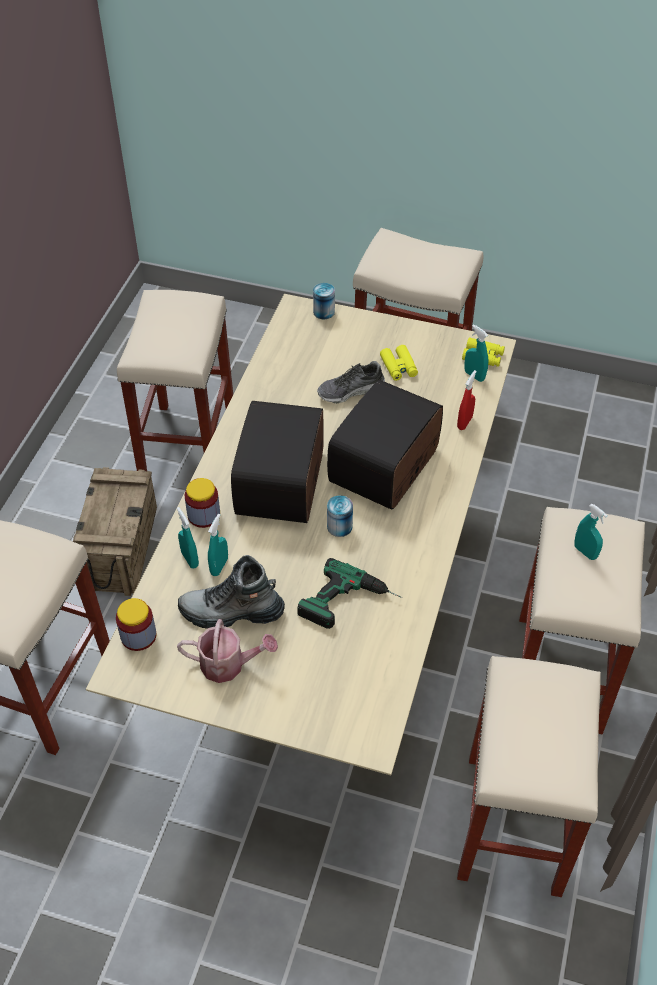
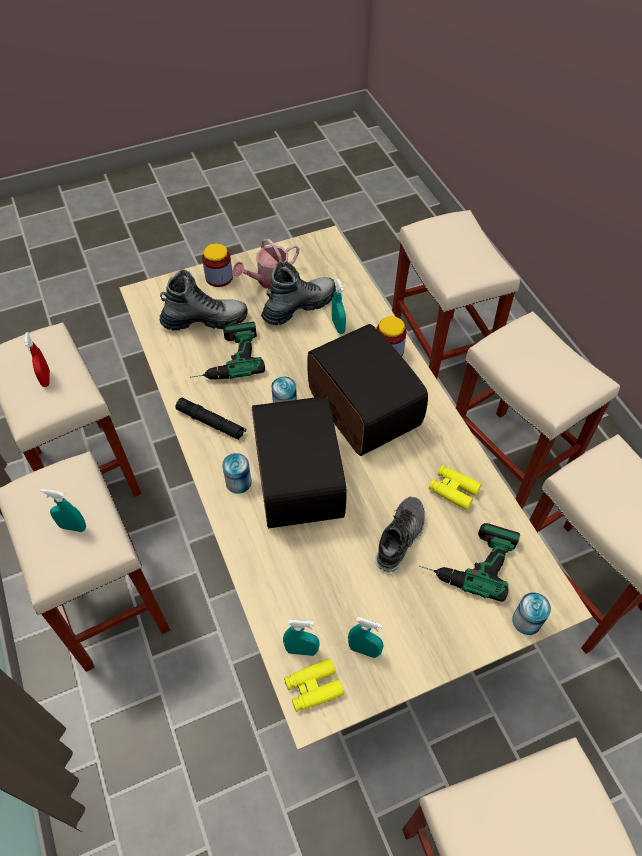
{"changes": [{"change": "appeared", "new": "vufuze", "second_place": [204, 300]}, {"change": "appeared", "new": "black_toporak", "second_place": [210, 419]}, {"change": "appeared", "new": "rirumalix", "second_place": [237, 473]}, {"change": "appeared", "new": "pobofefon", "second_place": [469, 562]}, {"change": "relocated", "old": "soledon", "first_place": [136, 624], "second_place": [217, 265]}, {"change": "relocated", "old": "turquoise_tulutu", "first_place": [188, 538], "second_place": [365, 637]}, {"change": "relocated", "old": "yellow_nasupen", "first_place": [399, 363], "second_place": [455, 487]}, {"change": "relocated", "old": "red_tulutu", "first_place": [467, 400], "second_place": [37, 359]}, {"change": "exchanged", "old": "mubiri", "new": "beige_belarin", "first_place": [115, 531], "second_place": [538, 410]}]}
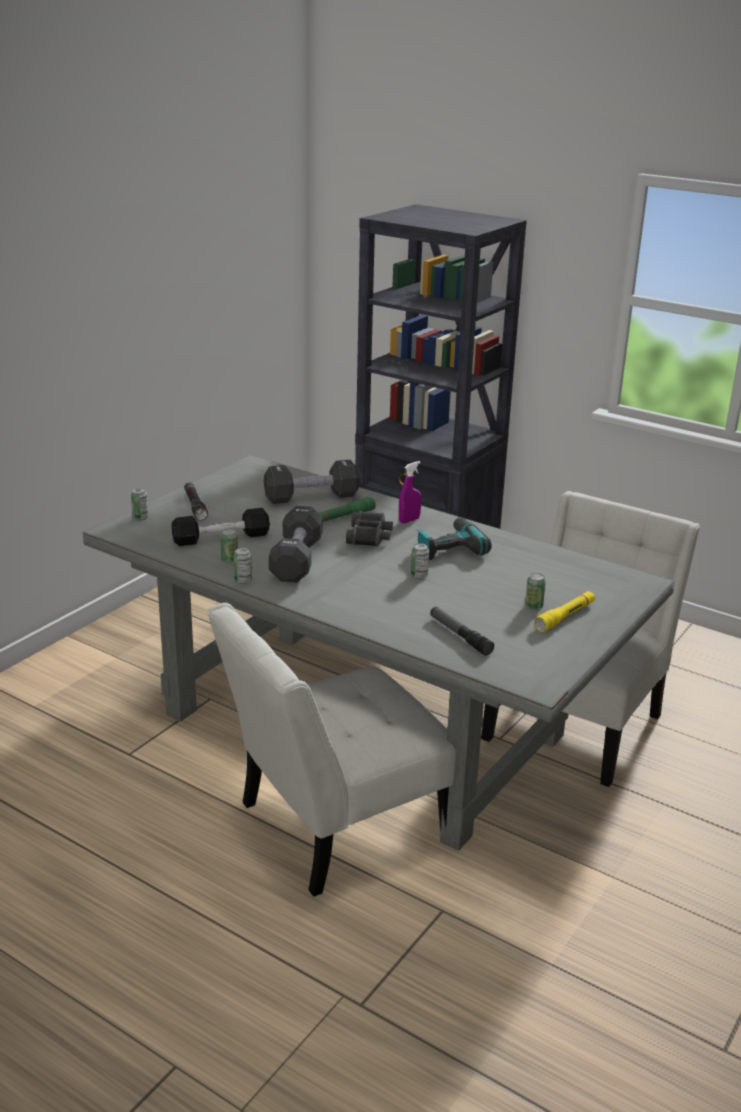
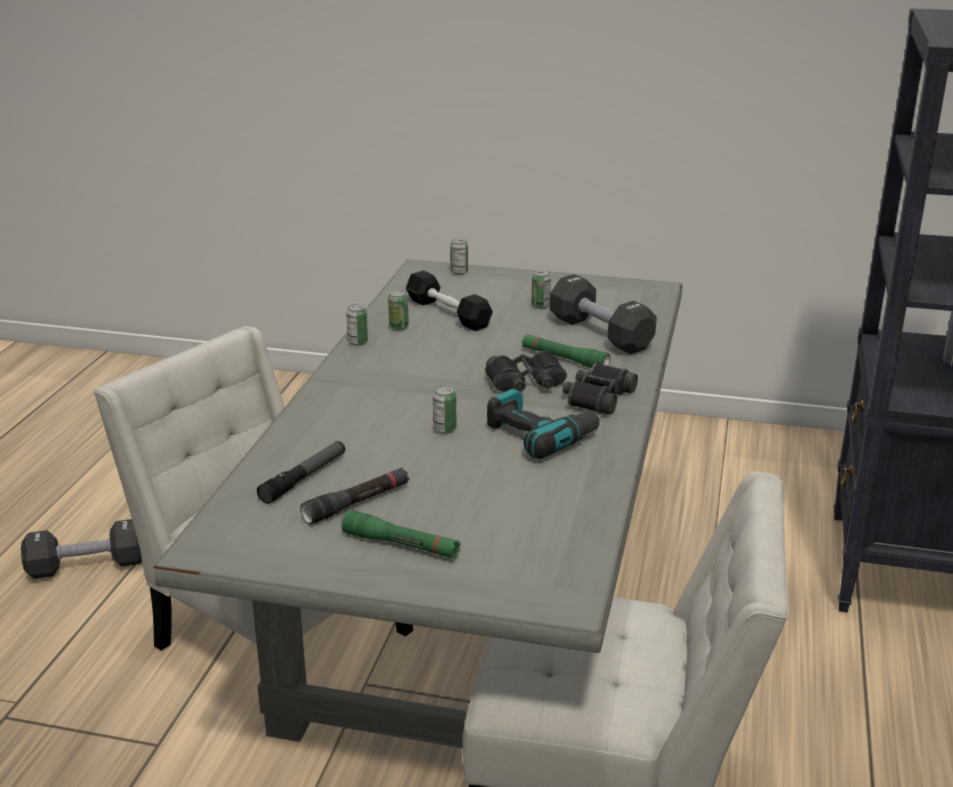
{"changes": [{"change": "relocated", "old": "black_toporak", "first_place": [196, 502], "second_place": [355, 495]}, {"change": "relocated", "old": "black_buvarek", "first_place": [296, 544], "second_place": [81, 549]}, {"change": "relocated", "old": "rirumalix", "first_place": [535, 591], "second_place": [541, 289]}, {"change": "exchanged", "old": "purple_tulutu", "new": "black_nasupen", "first_place": [410, 492], "second_place": [600, 388]}, {"change": "colour", "old": "yellow_toporak", "new": "green_toporak", "first_place": [564, 611], "second_place": [401, 534]}]}
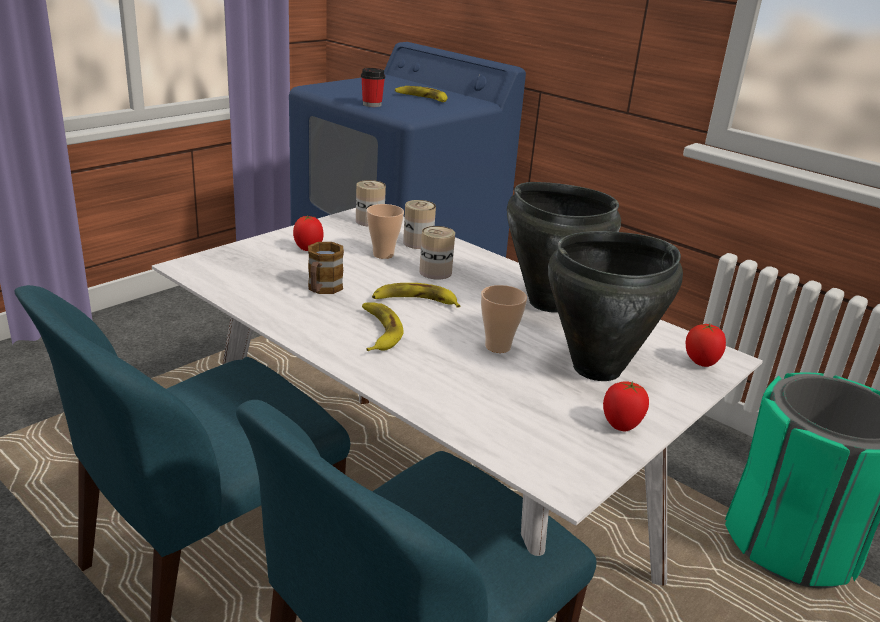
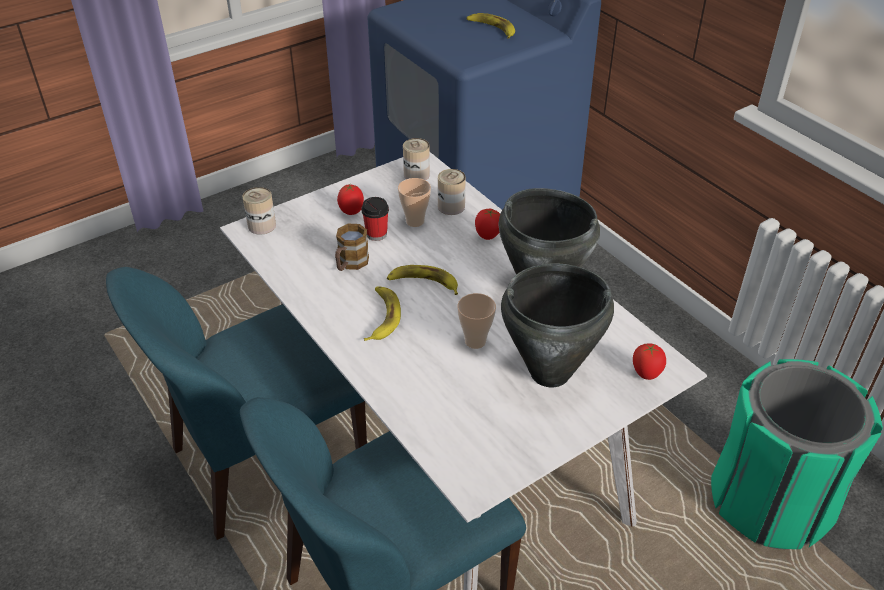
{"changes": [{"change": "relocated", "old": "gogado", "first_place": [373, 87], "second_place": [375, 219]}, {"change": "relocated", "old": "rirumalix", "first_place": [437, 252], "second_place": [259, 211]}, {"change": "relocated", "old": "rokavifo", "first_place": [626, 406], "second_place": [487, 224]}]}
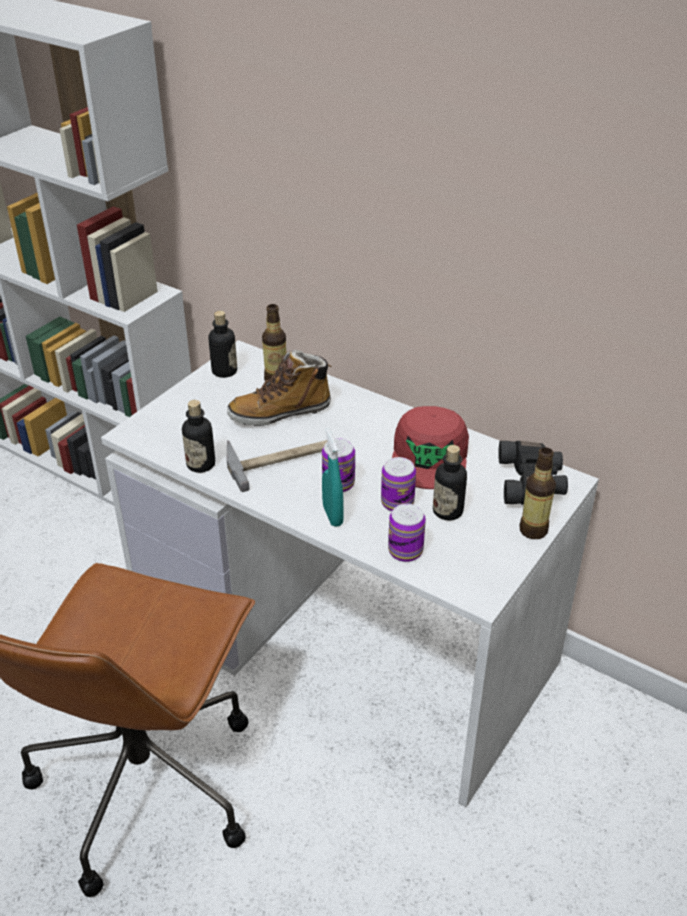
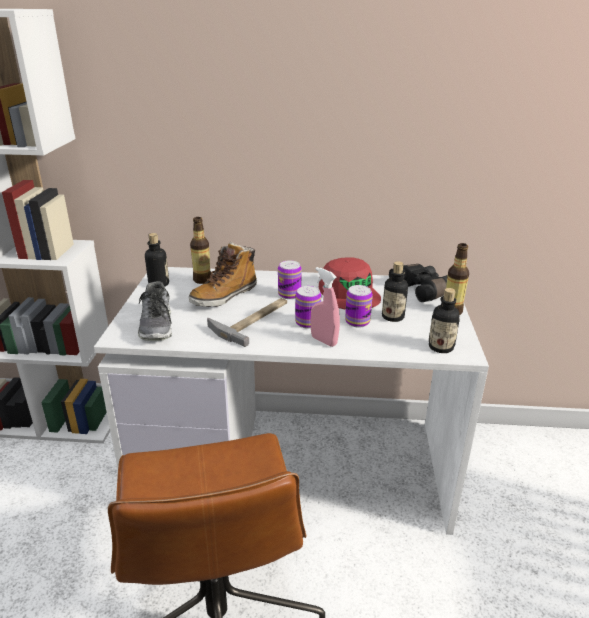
{"changes": [{"change": "appeared", "new": "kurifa", "second_place": [155, 311]}, {"change": "relocated", "old": "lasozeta", "first_place": [198, 436], "second_place": [444, 320]}, {"change": "relocated", "old": "rirumalix", "first_place": [407, 533], "second_place": [290, 279]}, {"change": "colour", "old": "turquoise_tulutu", "new": "pink_tulutu", "first_place": [333, 477], "second_place": [325, 307]}]}
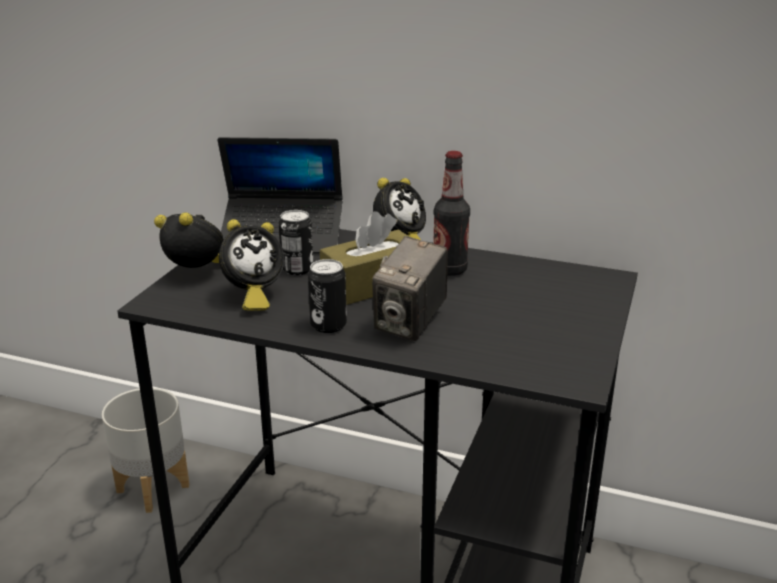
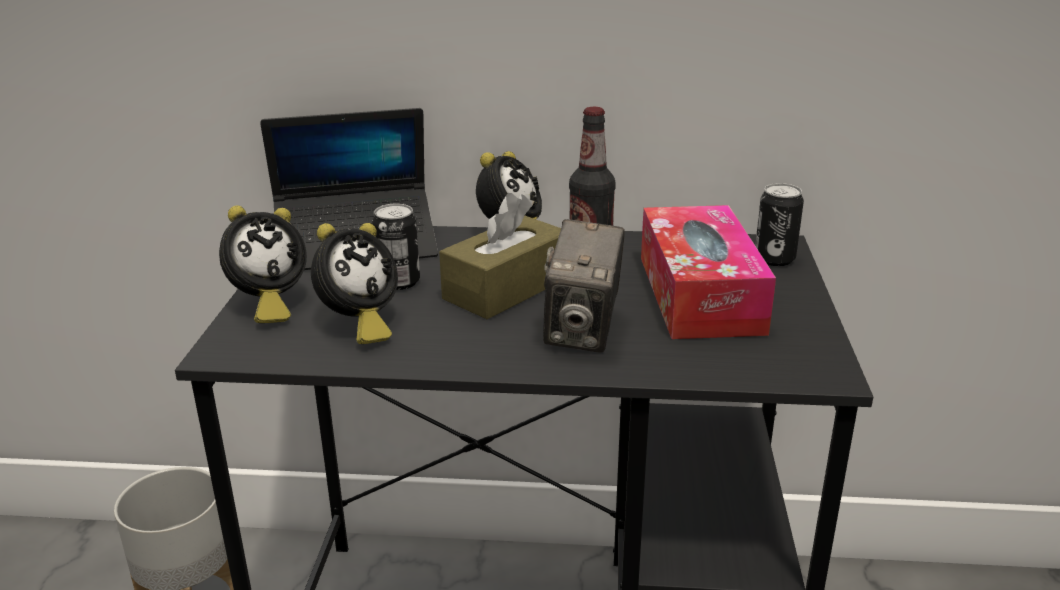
{"changes": [{"change": "appeared", "new": "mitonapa", "second_place": [708, 272]}, {"change": "relocated", "old": "rirumalix", "first_place": [327, 296], "second_place": [779, 224]}, {"change": "spun", "old": "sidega", "first_place": [189, 240], "second_place": [263, 264], "degrees": 135}]}
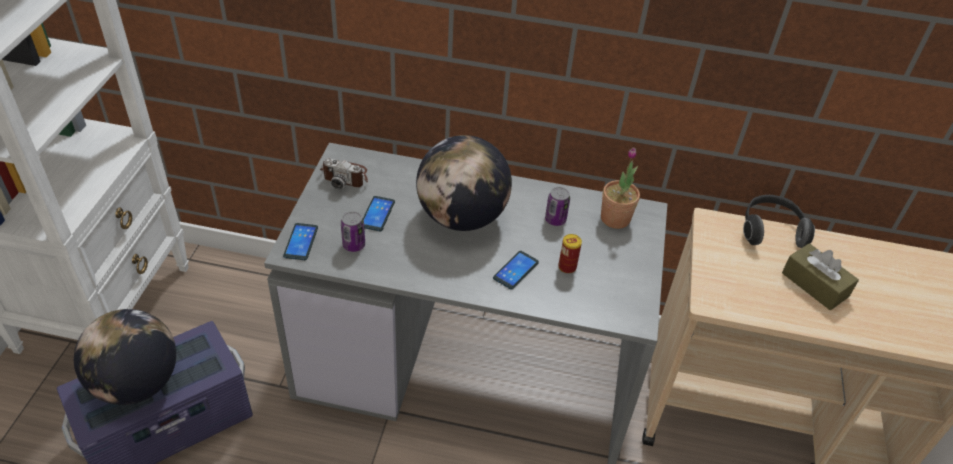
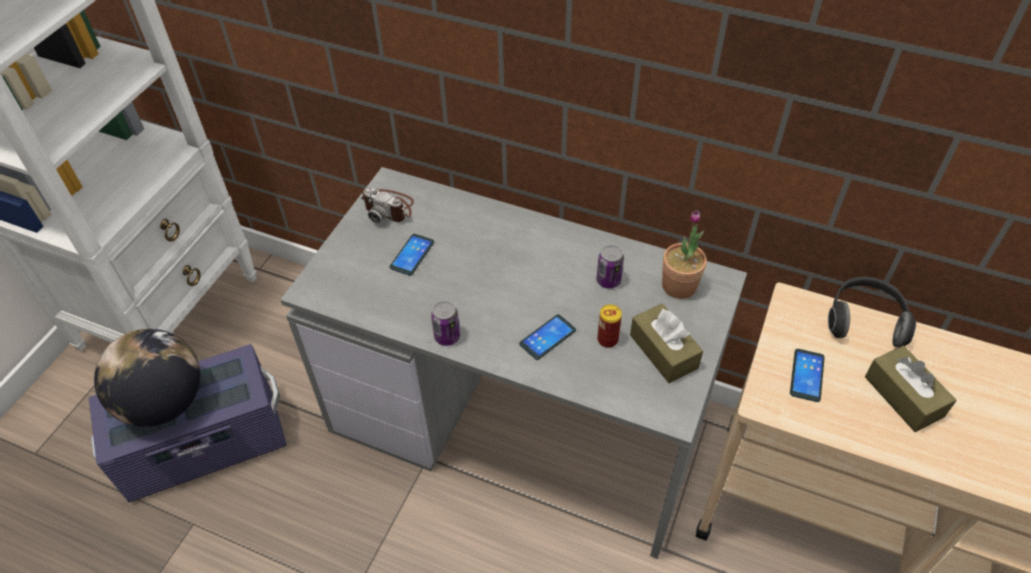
{"changes": [{"change": "missing", "old": "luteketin", "first_place": [464, 183]}, {"change": "appeared", "new": "brown_mitonapa", "second_place": [666, 343]}, {"change": "relocated", "old": "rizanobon", "first_place": [300, 241], "second_place": [807, 375]}, {"change": "relocated", "old": "rirumalix", "first_place": [353, 231], "second_place": [445, 323]}]}
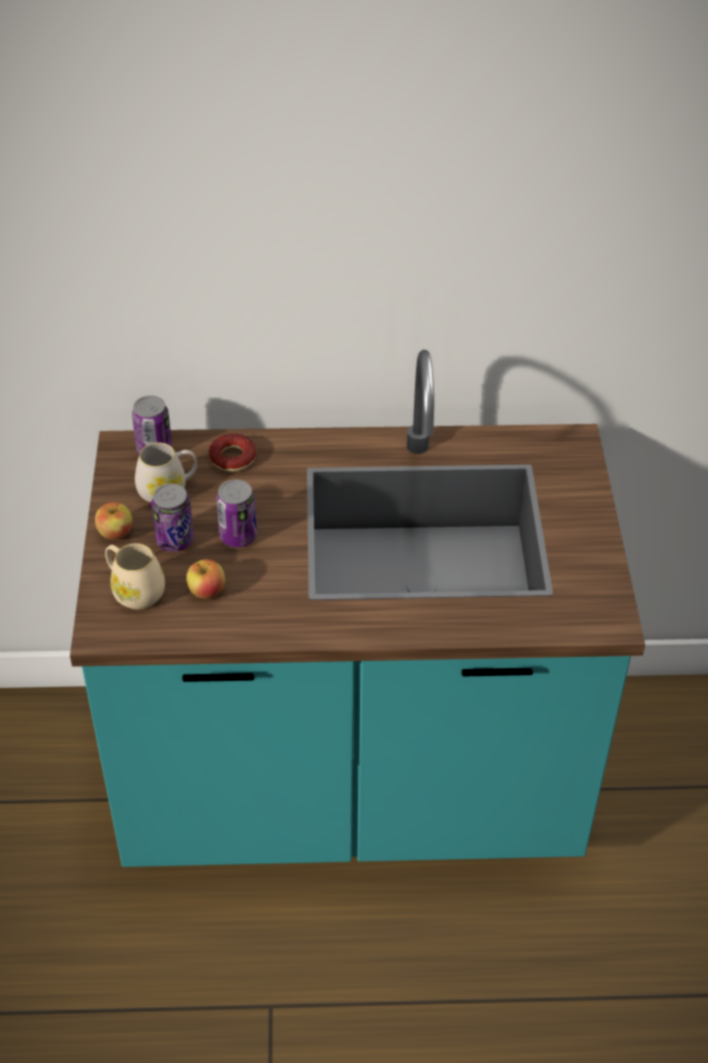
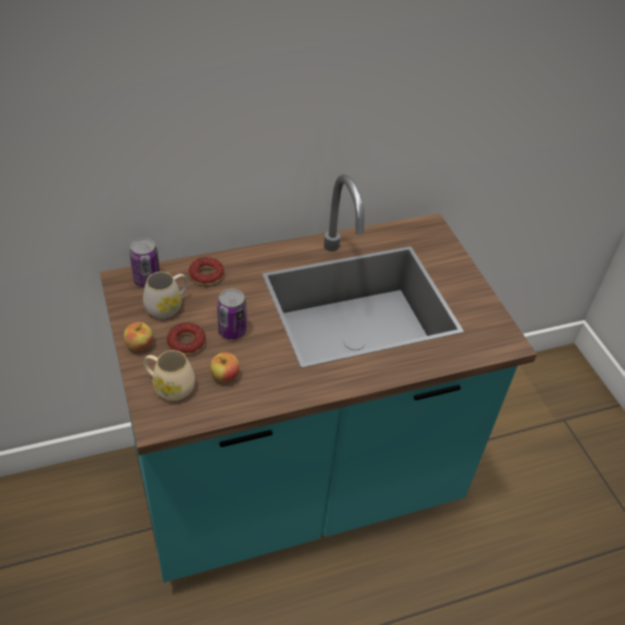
{"changes": [{"change": "exchanged", "old": "rirumalix", "new": "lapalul", "first_place": [172, 517], "second_place": [186, 339]}]}
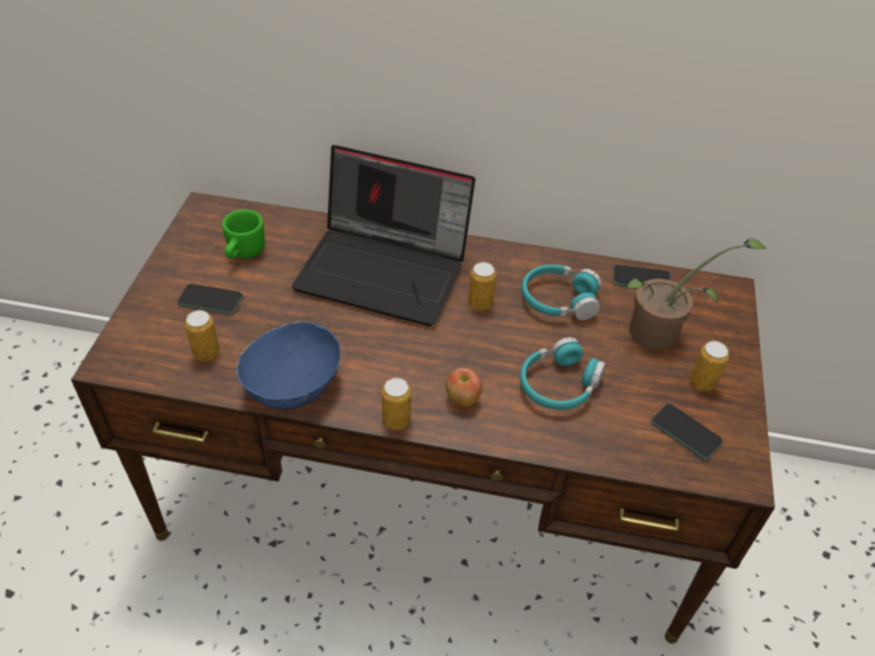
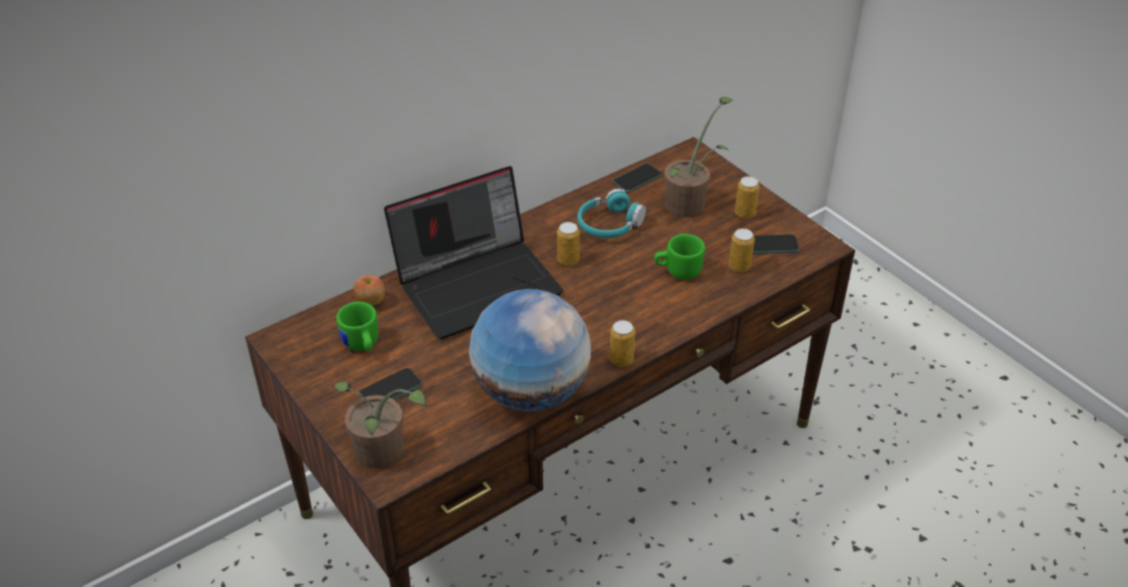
{"changes": [{"change": "appeared", "new": "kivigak", "second_place": [380, 425]}, {"change": "relocated", "old": "rirumalix", "first_place": [202, 335], "second_place": [742, 250]}, {"change": "relocated", "old": "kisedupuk", "first_place": [464, 387], "second_place": [369, 290]}, {"change": "exchanged", "old": "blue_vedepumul", "new": "luteketin", "first_place": [288, 366], "second_place": [530, 350]}, {"change": "exchanged", "old": "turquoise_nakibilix", "new": "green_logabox", "first_place": [563, 373], "second_place": [679, 257]}]}
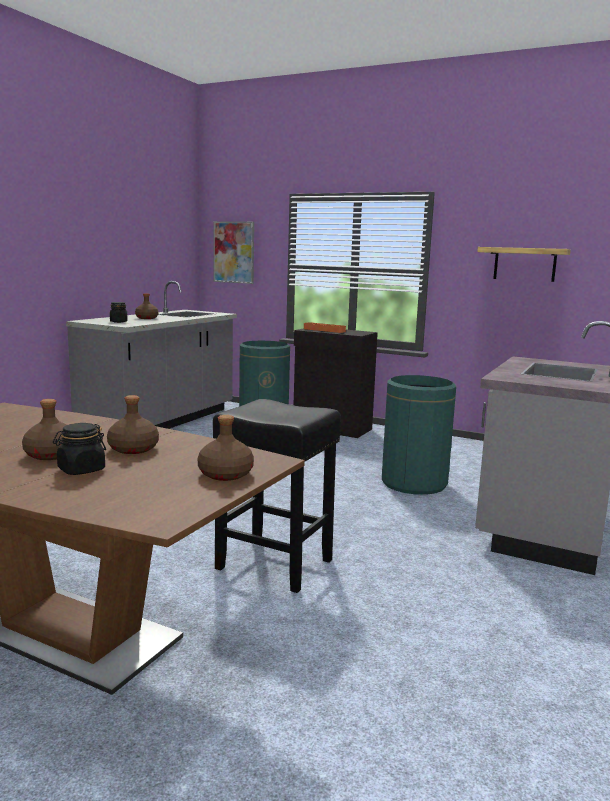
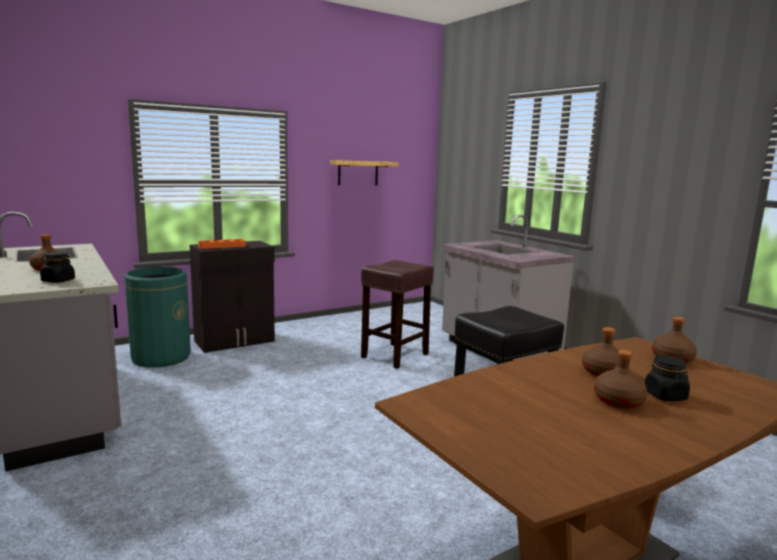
{"changes": [{"change": "missing", "old": "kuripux", "first_place": [233, 252]}, {"change": "exchanged", "old": "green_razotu", "new": "brown_belarin", "first_place": [419, 435], "second_place": [397, 314]}]}
